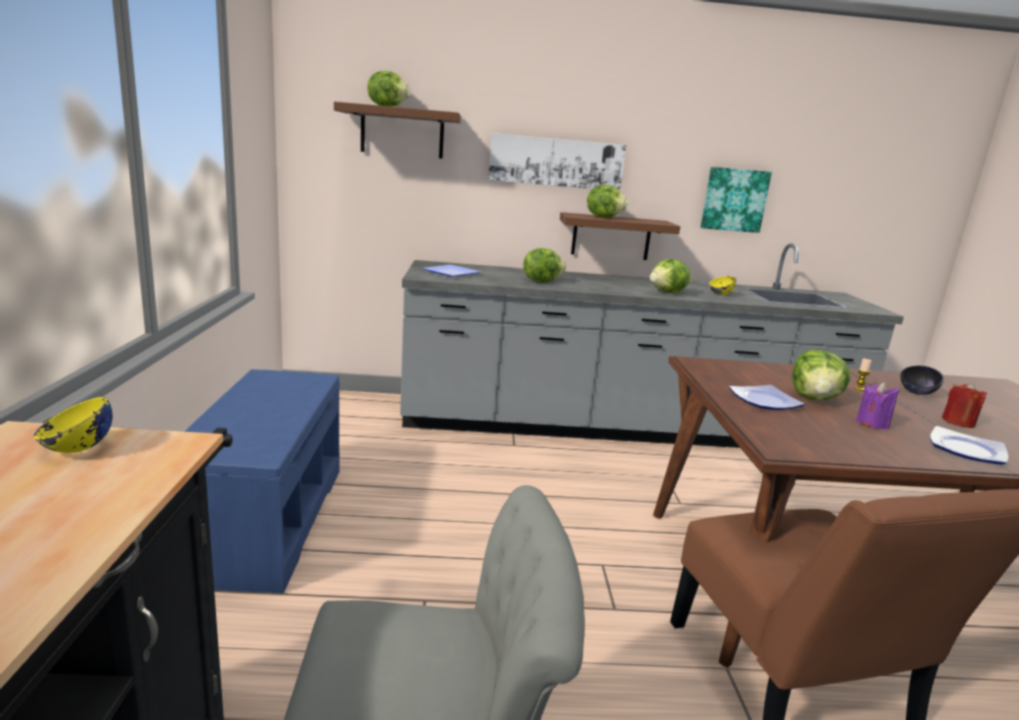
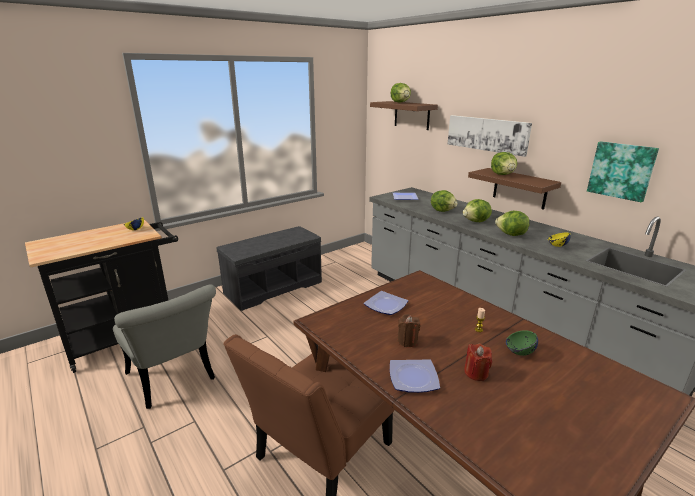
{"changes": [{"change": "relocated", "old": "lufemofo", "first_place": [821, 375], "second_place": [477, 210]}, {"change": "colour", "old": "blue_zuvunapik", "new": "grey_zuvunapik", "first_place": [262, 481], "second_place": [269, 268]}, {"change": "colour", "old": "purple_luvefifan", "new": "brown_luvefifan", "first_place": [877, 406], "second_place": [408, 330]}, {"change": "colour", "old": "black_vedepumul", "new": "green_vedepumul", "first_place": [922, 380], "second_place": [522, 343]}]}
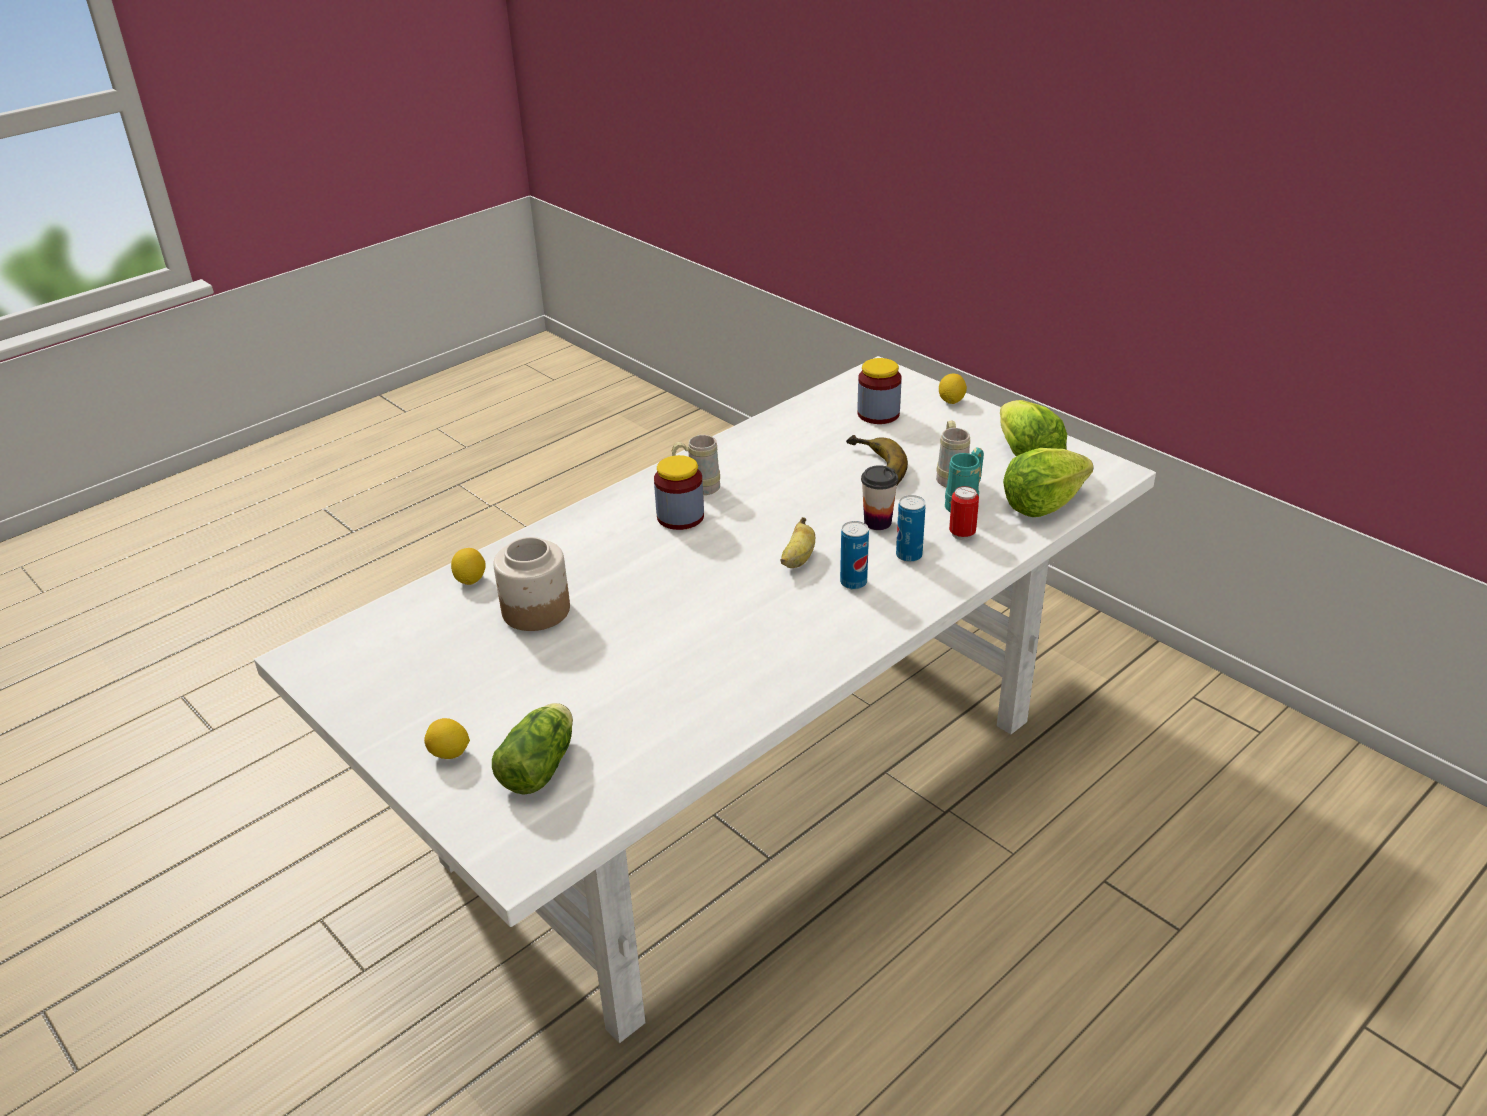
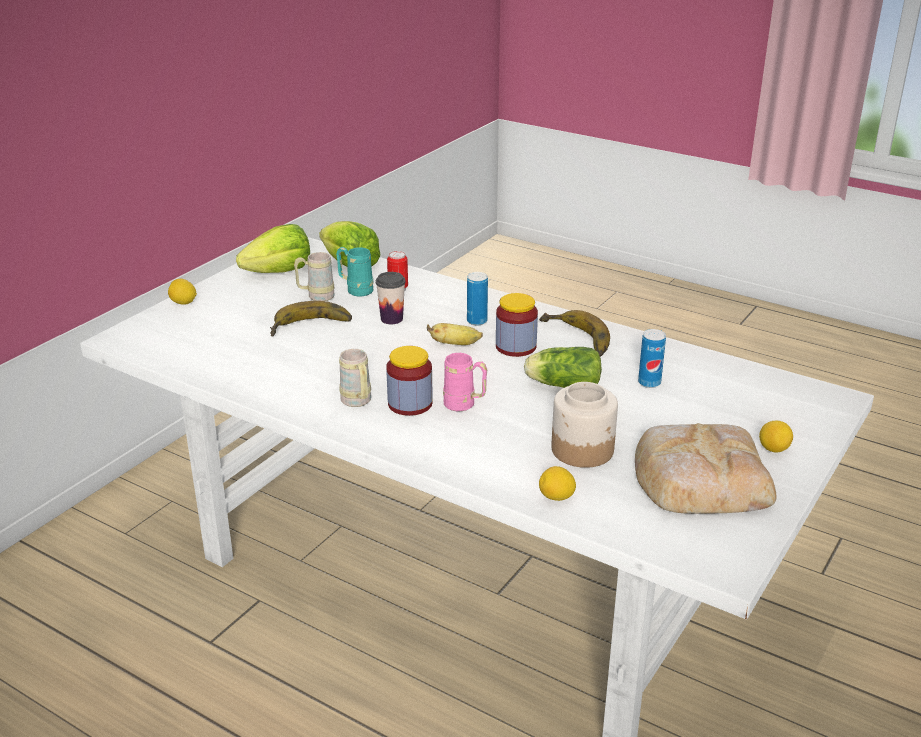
{"changes": [{"change": "appeared", "new": "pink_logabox", "second_place": [465, 382]}, {"change": "appeared", "new": "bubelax", "second_place": [574, 333]}, {"change": "appeared", "new": "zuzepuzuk", "second_place": [706, 468]}, {"change": "relocated", "old": "lufemofo", "first_place": [532, 749], "second_place": [563, 367]}, {"change": "relocated", "old": "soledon", "first_place": [879, 391], "second_place": [517, 325]}, {"change": "relocated", "old": "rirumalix", "first_place": [911, 528], "second_place": [652, 358]}]}
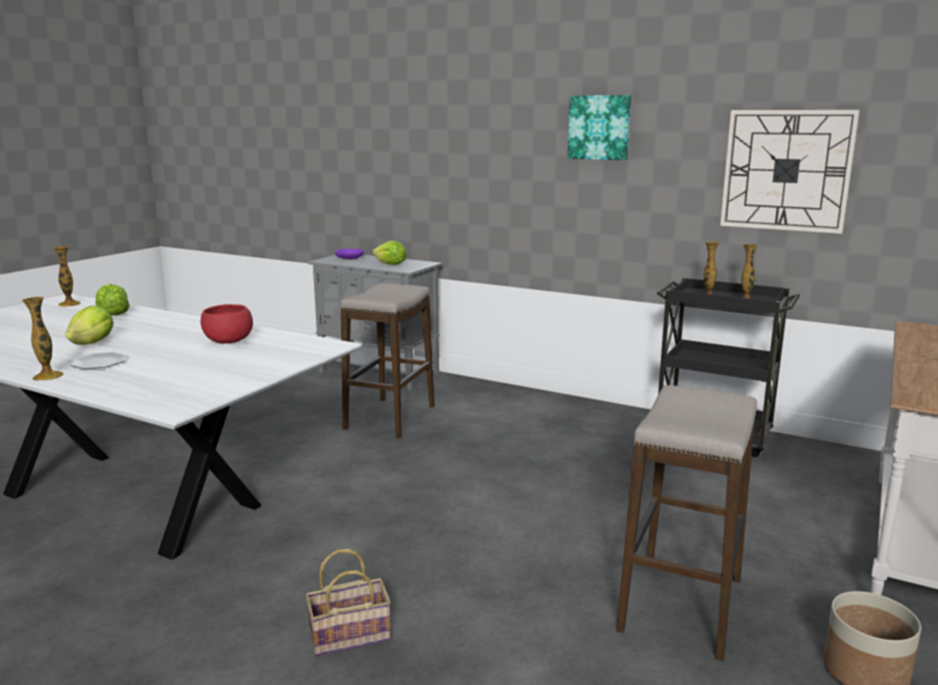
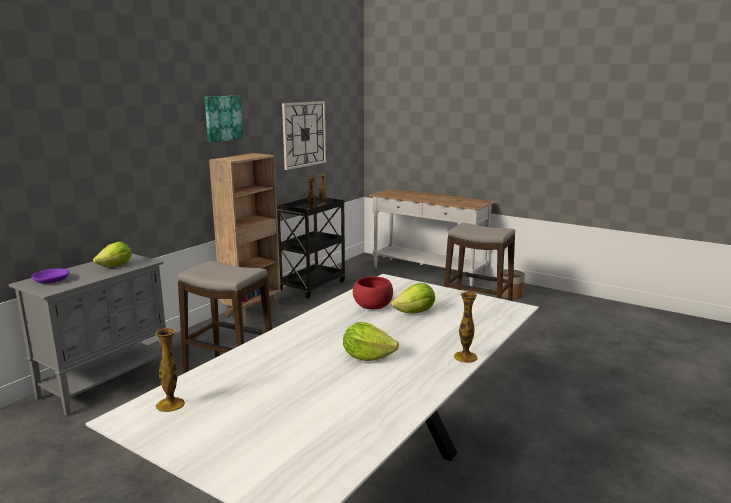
{"changes": [{"change": "missing", "old": "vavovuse", "first_place": [98, 360]}, {"change": "missing", "old": "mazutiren", "first_place": [348, 602]}, {"change": "appeared", "new": "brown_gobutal", "second_place": [245, 238]}, {"change": "relocated", "old": "lufemofo", "first_place": [112, 300], "second_place": [413, 298]}]}
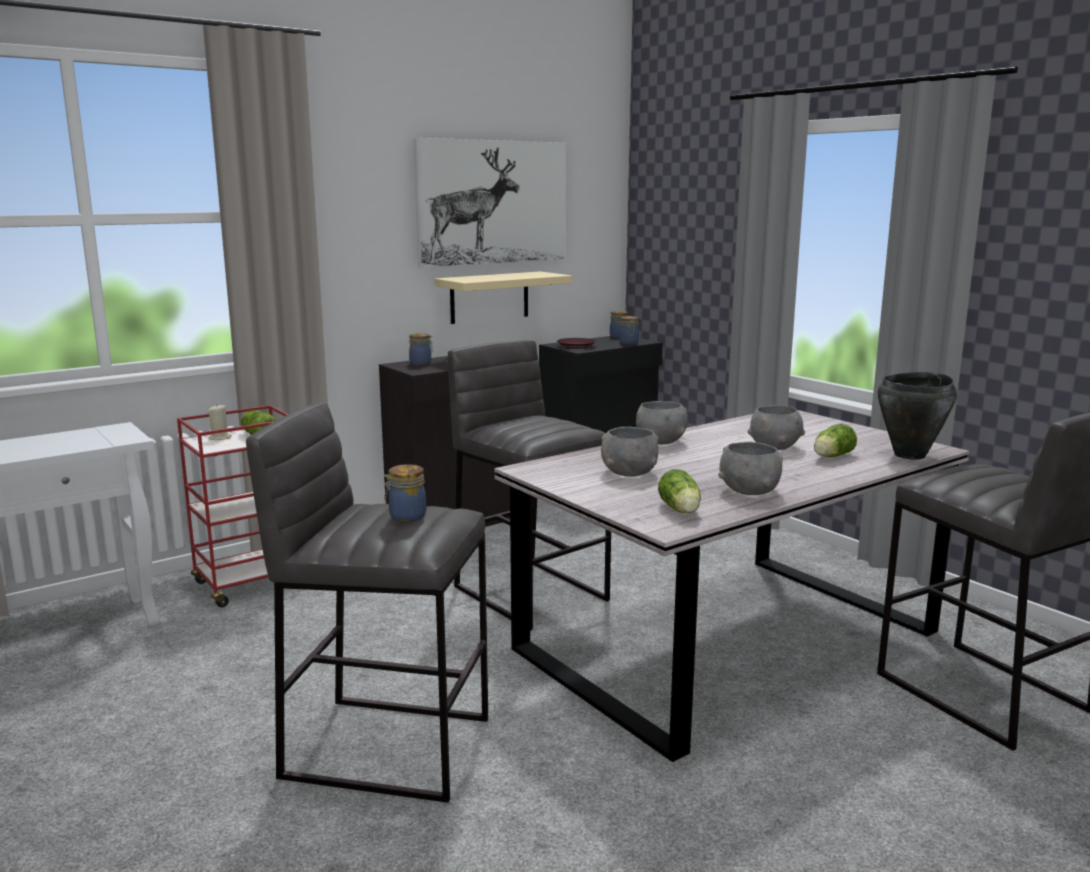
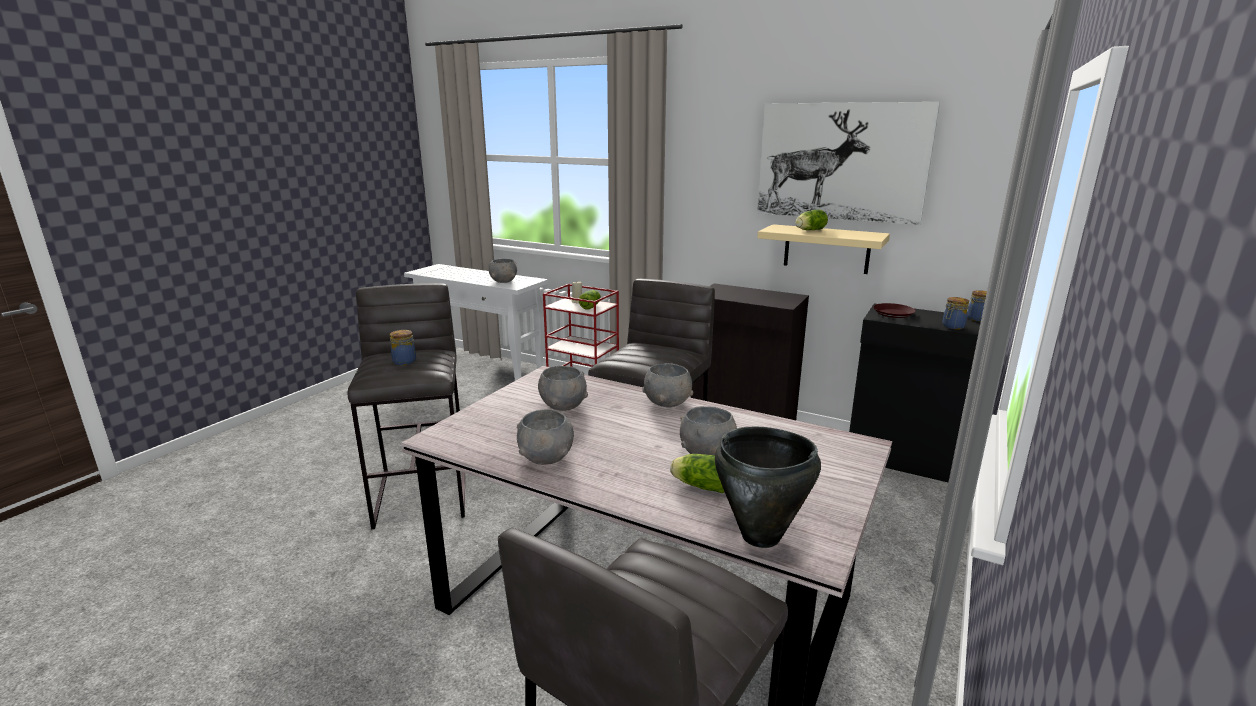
{"changes": [{"change": "missing", "old": "soledon", "first_place": [421, 349]}, {"change": "appeared", "new": "grey_vedepumul", "second_place": [503, 271]}, {"change": "relocated", "old": "lufemofo", "first_place": [679, 491], "second_place": [811, 220]}]}
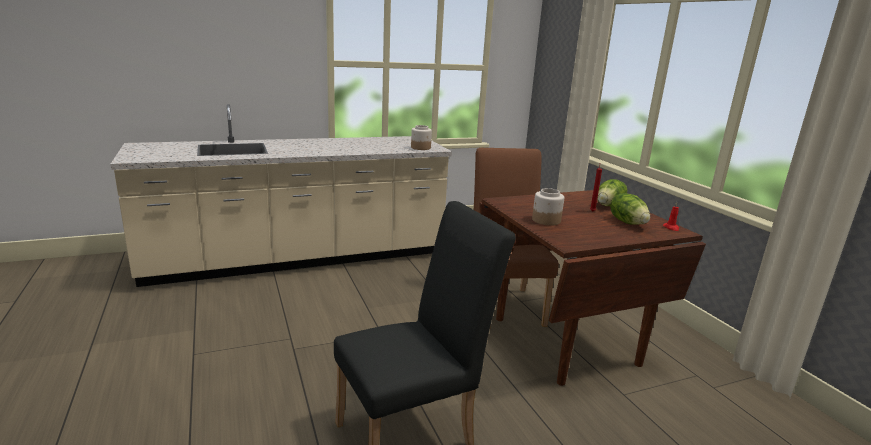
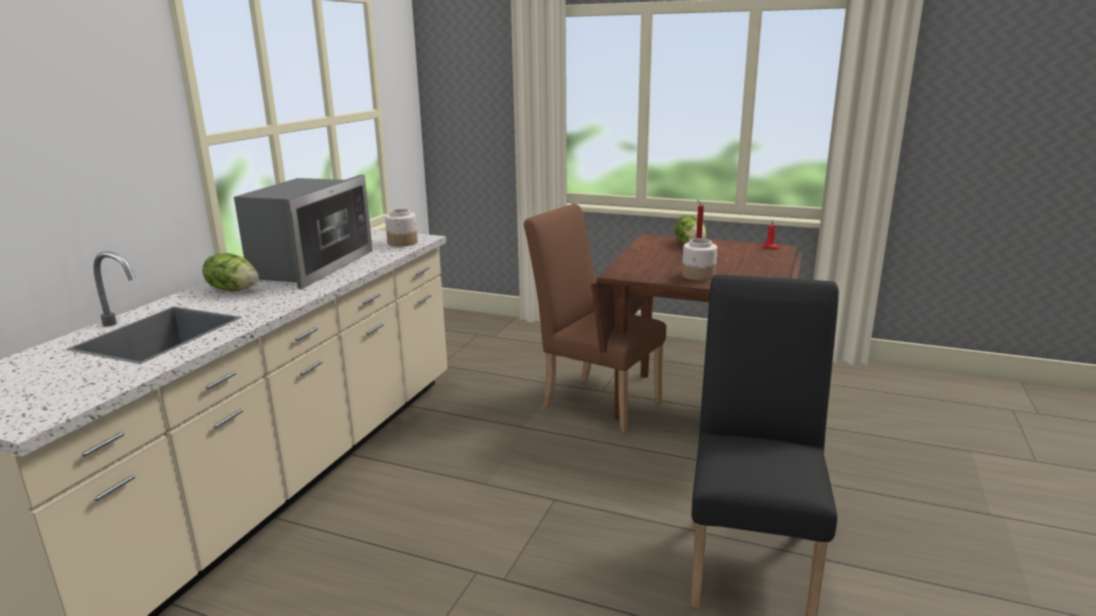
{"changes": [{"change": "appeared", "new": "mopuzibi", "second_place": [303, 232]}, {"change": "relocated", "old": "lufemofo", "first_place": [630, 209], "second_place": [230, 272]}]}
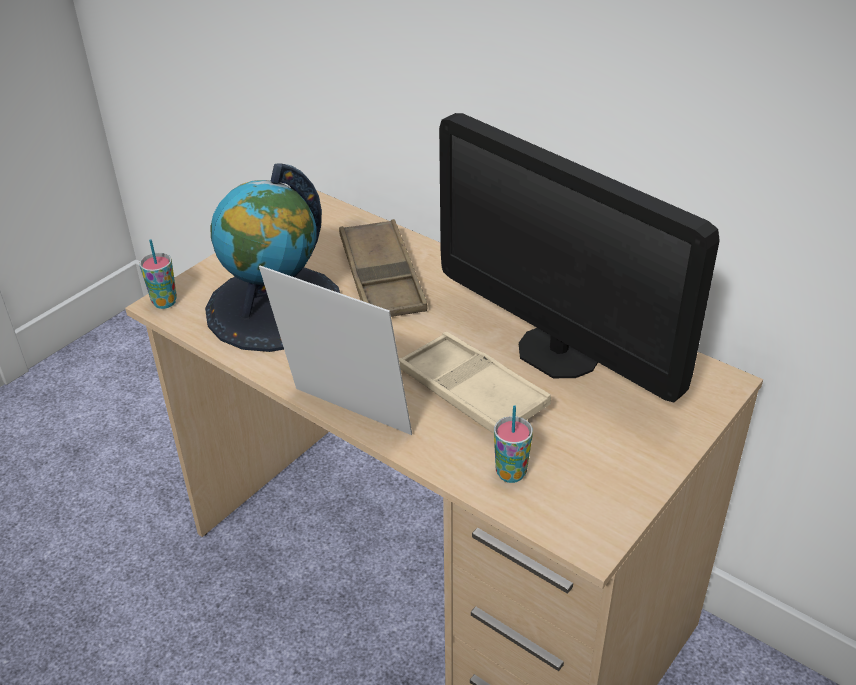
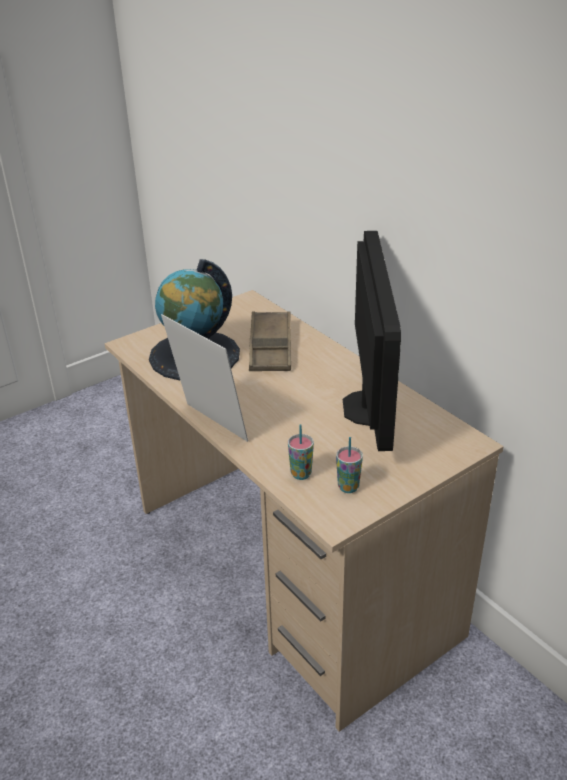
{"changes": [{"change": "missing", "old": "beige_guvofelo", "first_place": [475, 383]}, {"change": "relocated", "old": "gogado", "first_place": [158, 274], "second_place": [349, 465]}, {"change": "spun", "old": "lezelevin", "first_place": [579, 257], "second_place": [372, 341], "degrees": -150}]}
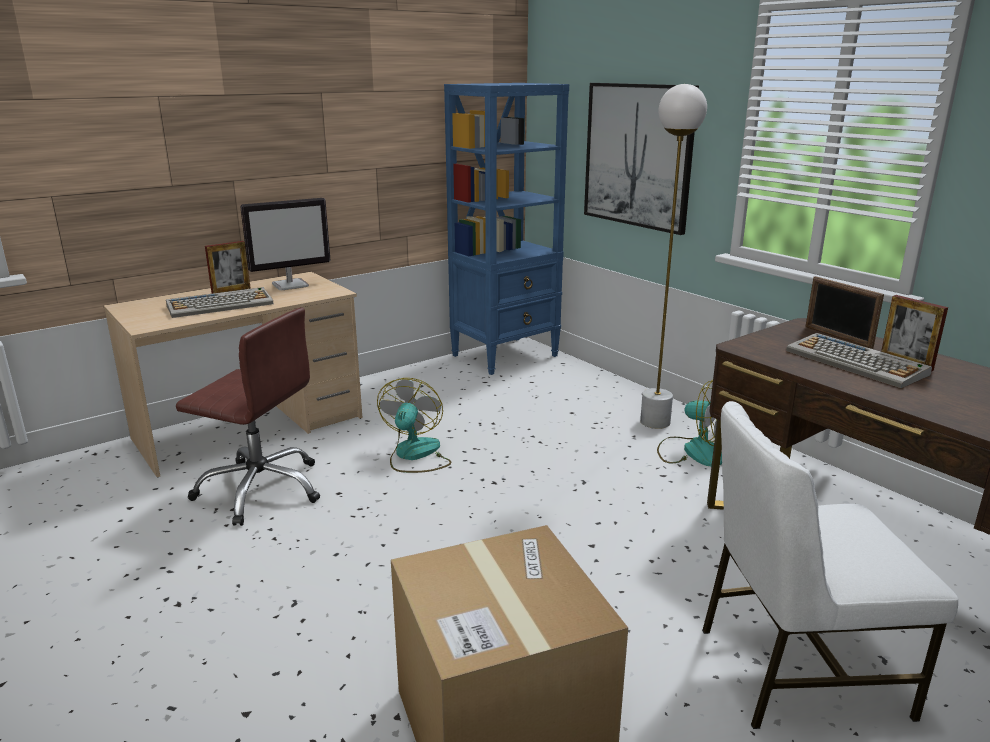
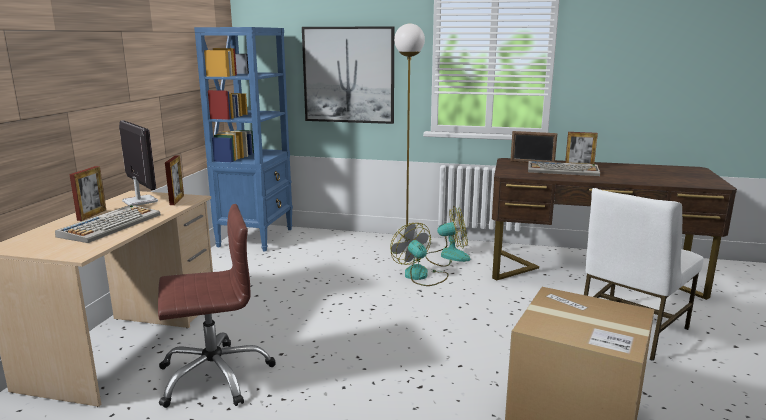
{"changes": [{"change": "appeared", "new": "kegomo", "second_place": [174, 180]}, {"change": "relocated", "old": "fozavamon", "first_place": [414, 425], "second_place": [419, 254]}, {"change": "spun", "old": "lezelevin", "first_place": [285, 244], "second_place": [138, 163], "degrees": -60}]}
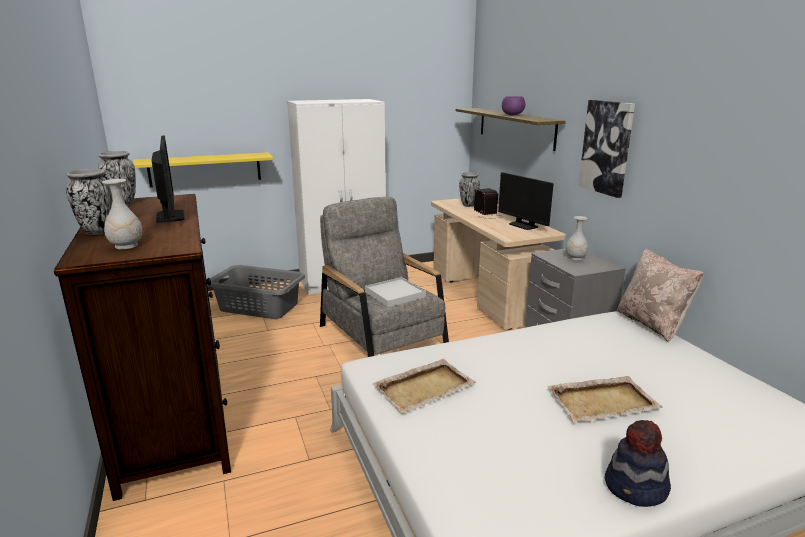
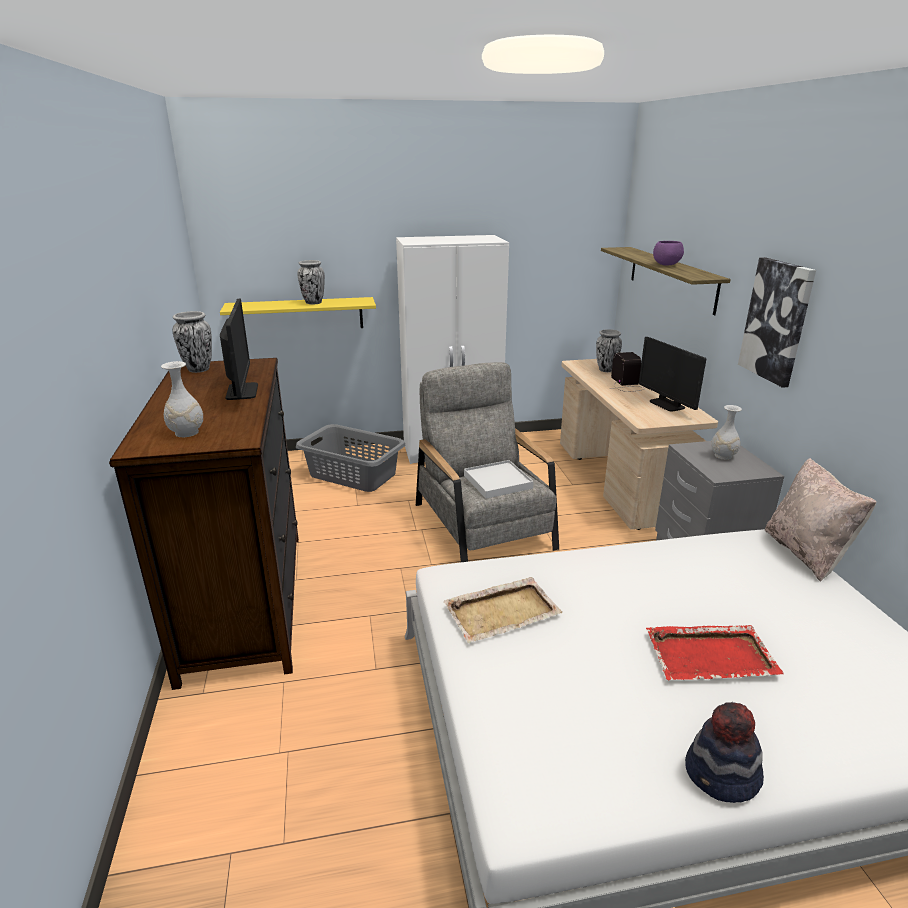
{"changes": [{"change": "relocated", "old": "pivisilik", "first_place": [89, 202], "second_place": [311, 282]}, {"change": "colour", "old": "beige_guvofelo", "new": "red_guvofelo", "first_place": [605, 399], "second_place": [715, 652]}]}
